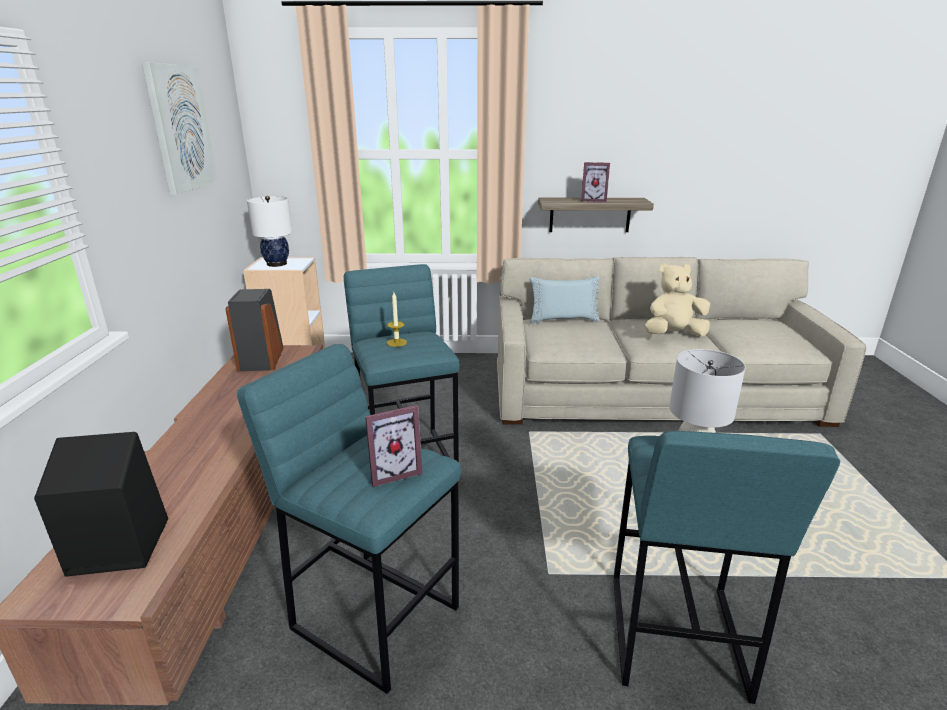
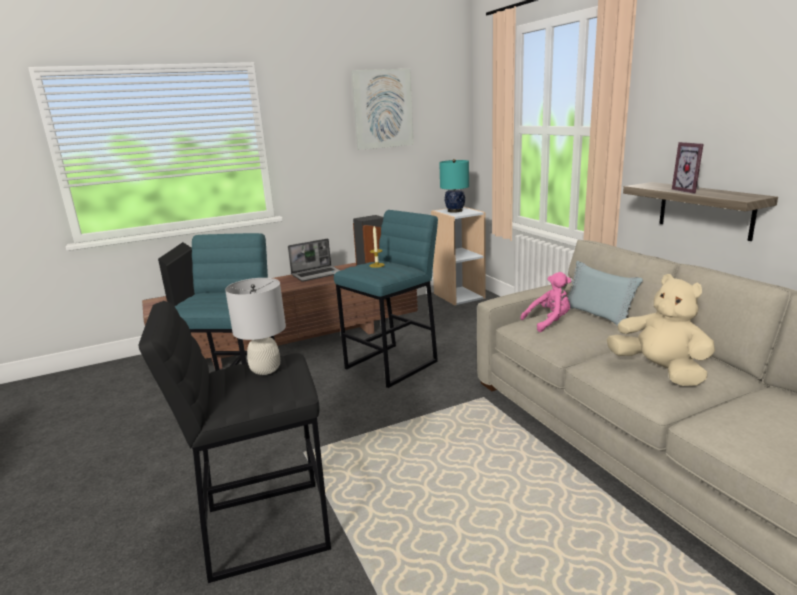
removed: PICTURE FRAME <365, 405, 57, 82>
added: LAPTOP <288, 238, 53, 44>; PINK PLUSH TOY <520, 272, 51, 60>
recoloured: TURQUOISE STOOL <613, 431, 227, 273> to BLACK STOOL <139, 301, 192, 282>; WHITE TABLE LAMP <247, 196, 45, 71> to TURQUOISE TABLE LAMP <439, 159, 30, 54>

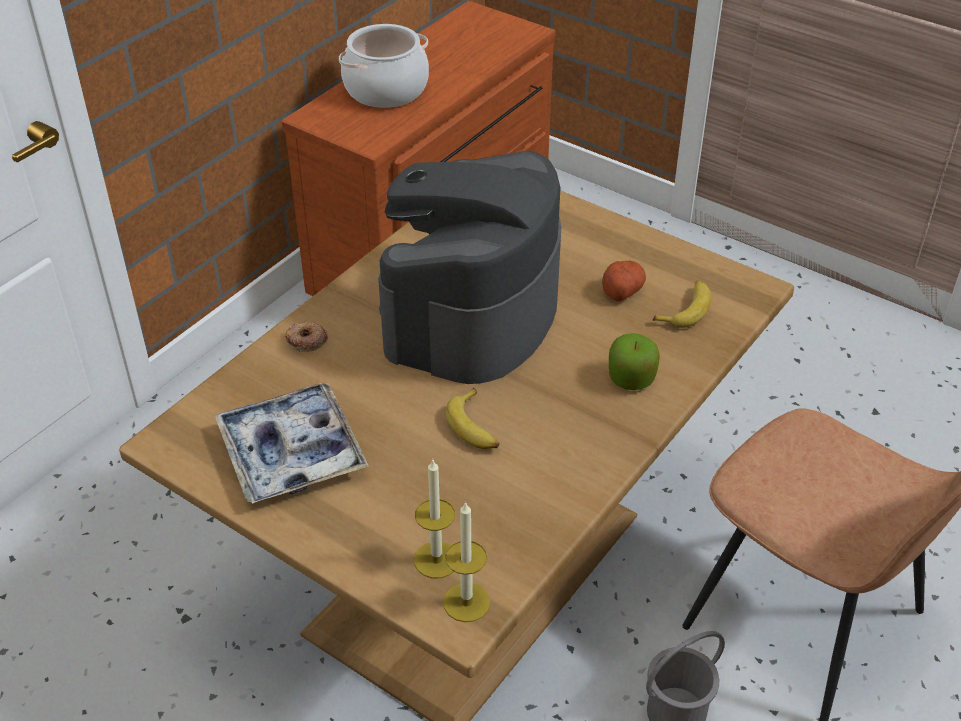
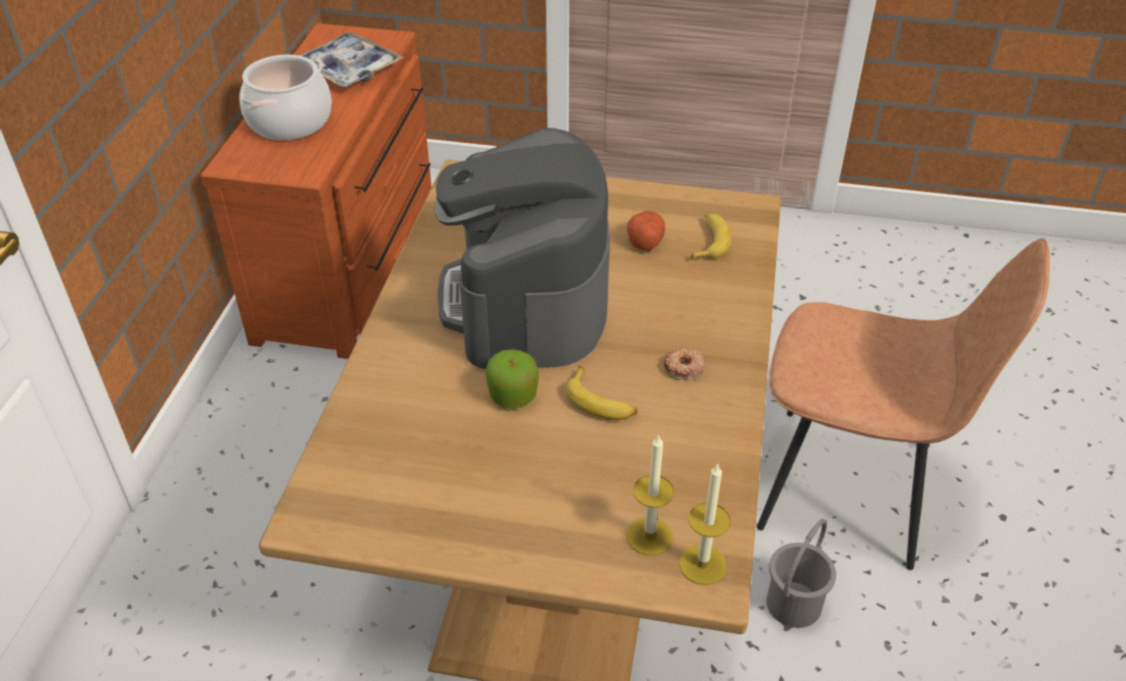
moved: TRAY <214, 383, 155, 121> to <299, 32, 105, 55>; APPLE <609, 333, 51, 57> to <486, 349, 53, 60>; DONUT <285, 321, 42, 31> to <663, 348, 43, 32>

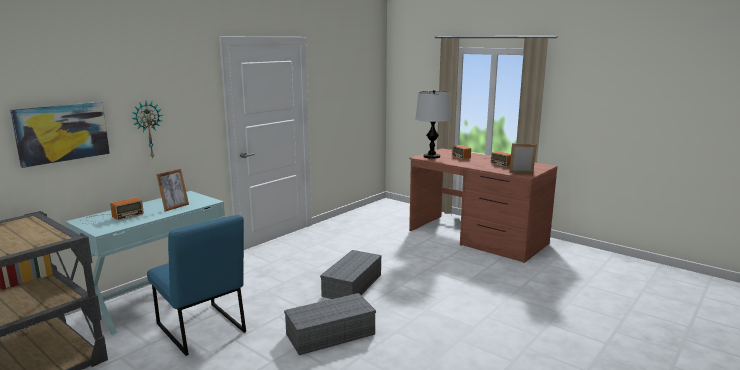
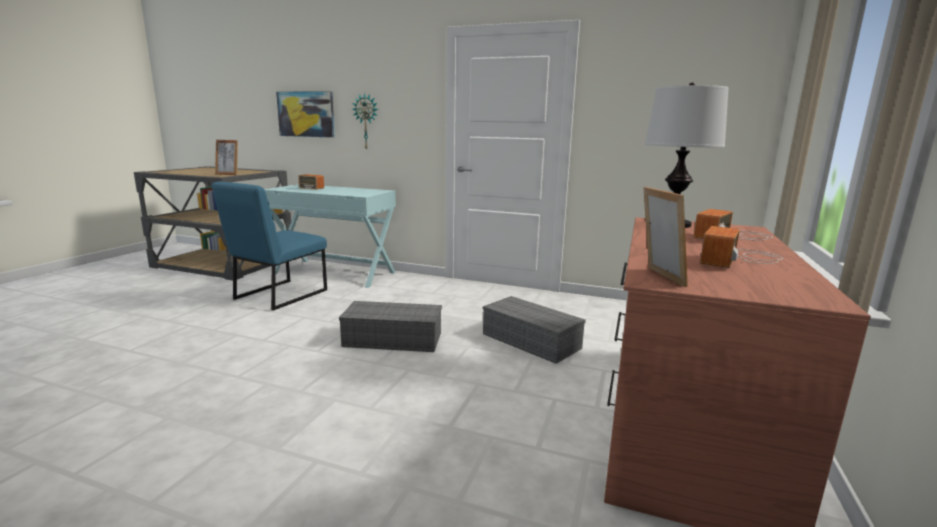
moved: PICTURE FRAME <156, 169, 33, 43> to <215, 140, 23, 35>; GREY STORAGE BOX <284, 293, 92, 62> to <483, 296, 103, 68>

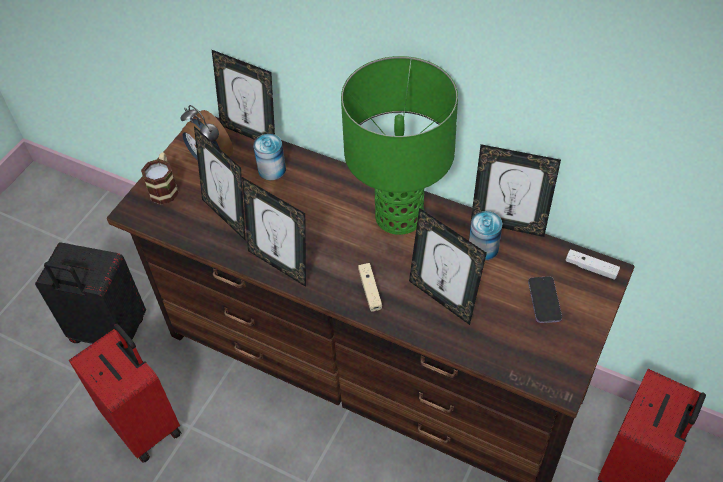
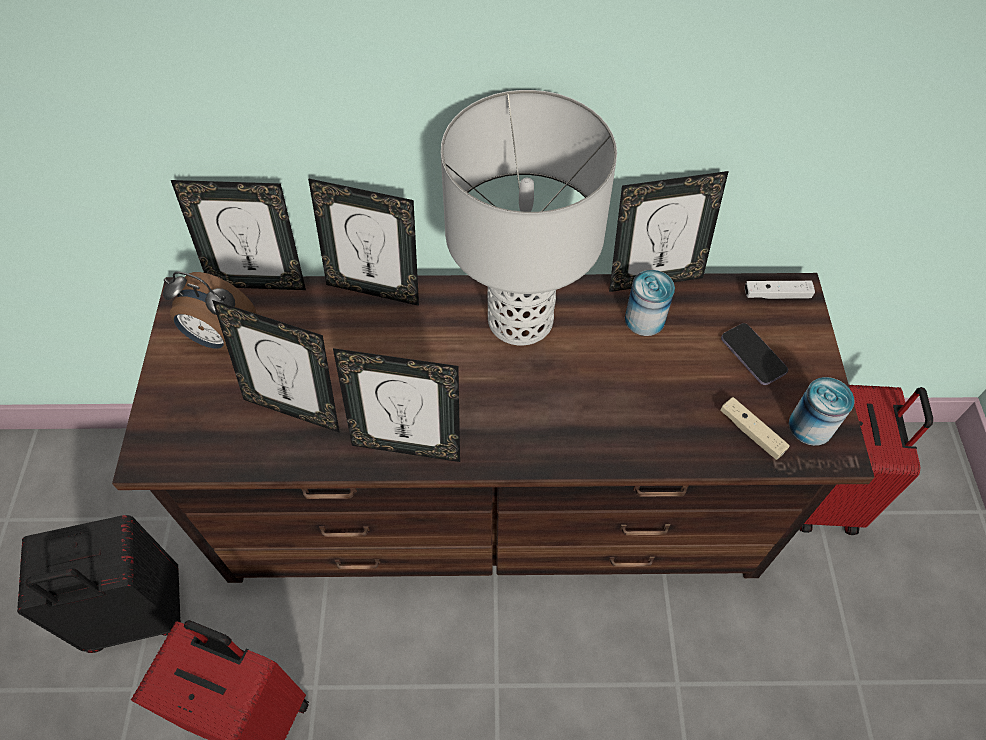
removed: MUG <141, 152, 38, 53>
moved: PICTURE FRAME <409, 208, 78, 117> to <308, 178, 111, 128>; BEIGE GAME CONTROLLER <358, 263, 24, 48> to <720, 397, 70, 63>; CAN <253, 134, 33, 46> to <789, 377, 65, 69>
recoloured: GREEN TABLE LAMP <341, 56, 117, 179> to WHITE TABLE LAMP <441, 90, 176, 255>

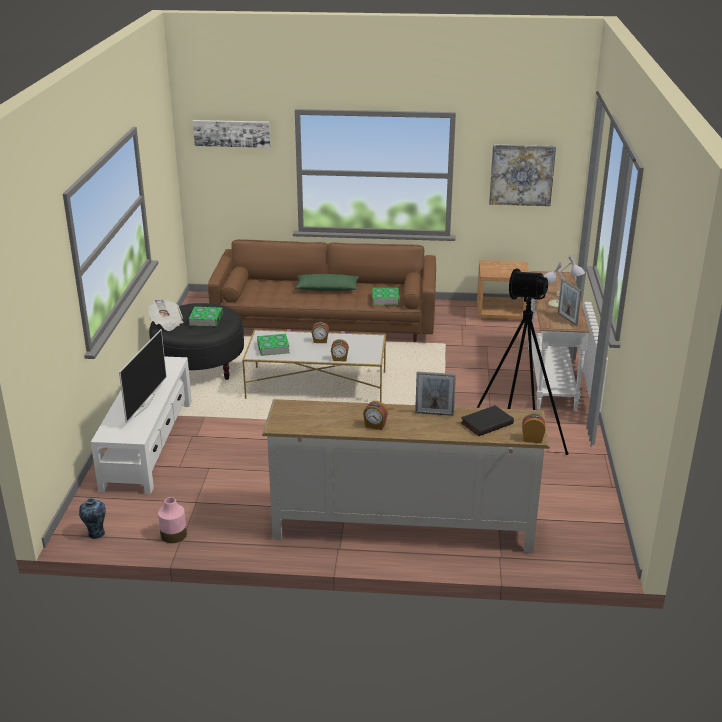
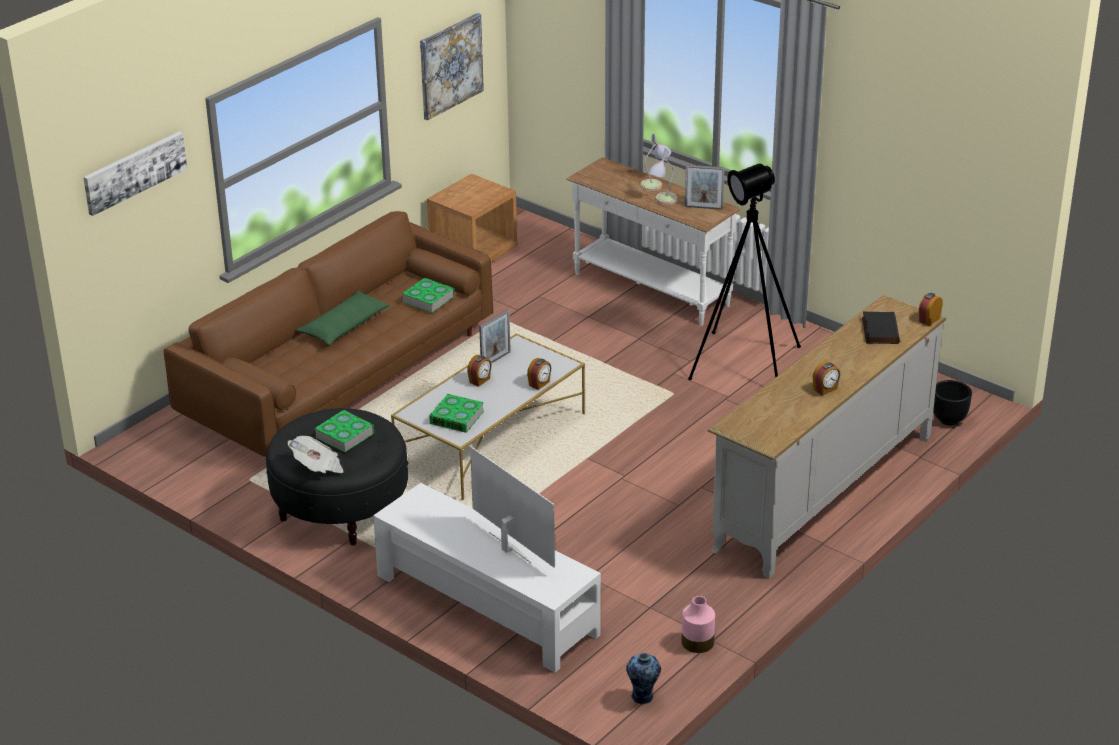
added: BLACK PLANTER <933, 380, 39, 45>
moved: PICTURE FRAME <415, 372, 41, 44> to <479, 310, 32, 53>

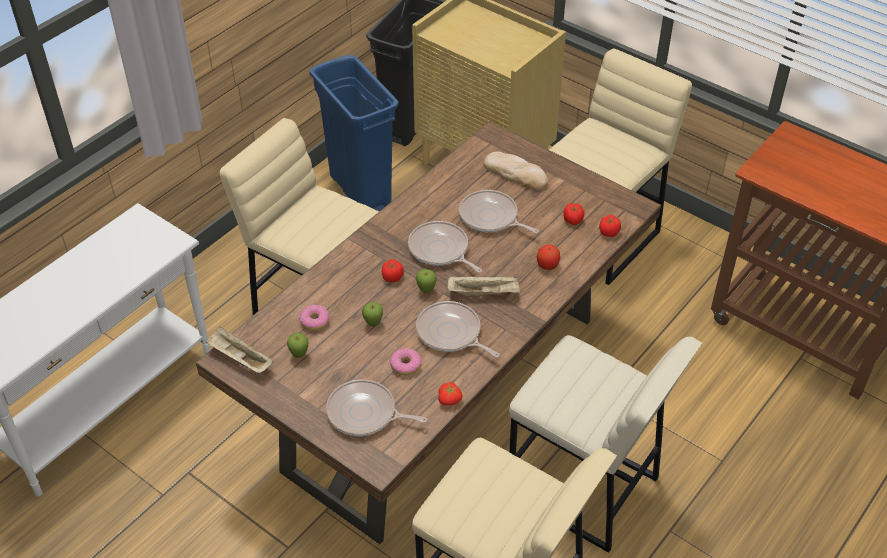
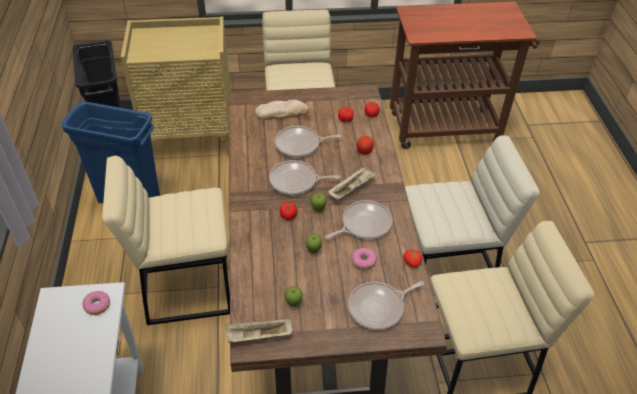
moved: DONUT <299, 305, 31, 26> to <82, 291, 28, 24>
turned: FRYING PAN <416, 301, 84, 57> = <325, 200, 68, 39> 150 degrees clockwise

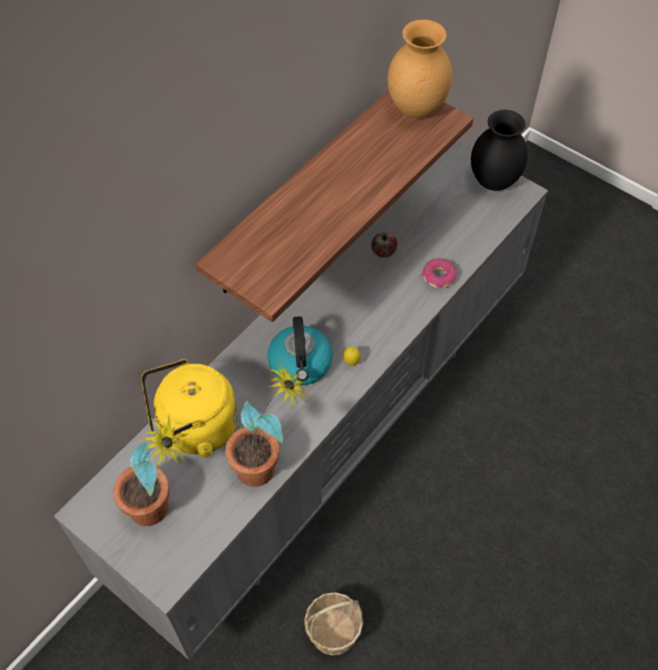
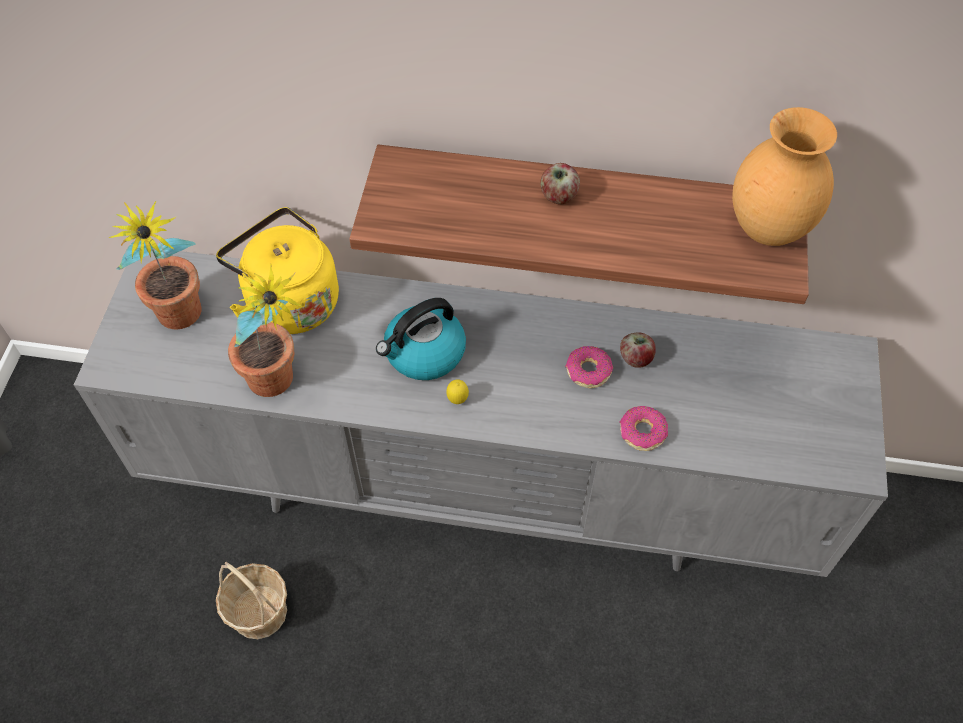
removed: BLACK VASE <471, 110, 57, 81>
added: APPLE <540, 163, 40, 41>; DONUT <565, 346, 48, 42>

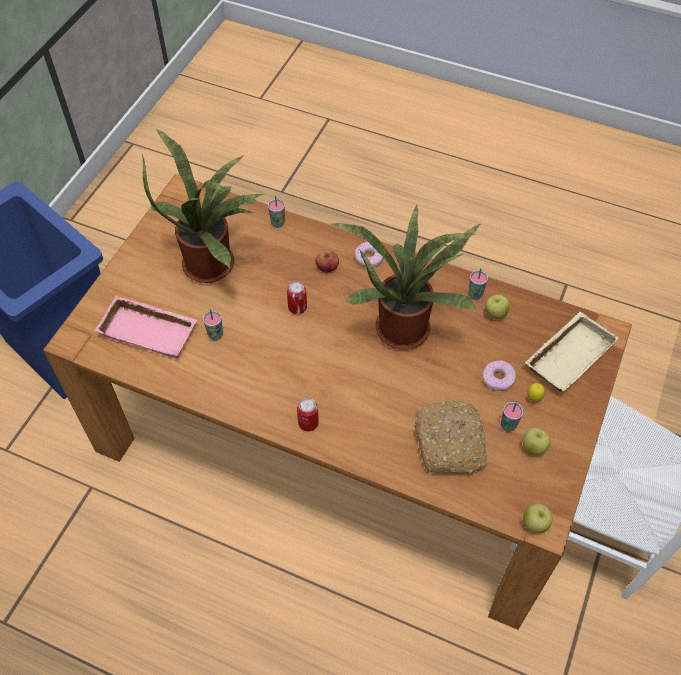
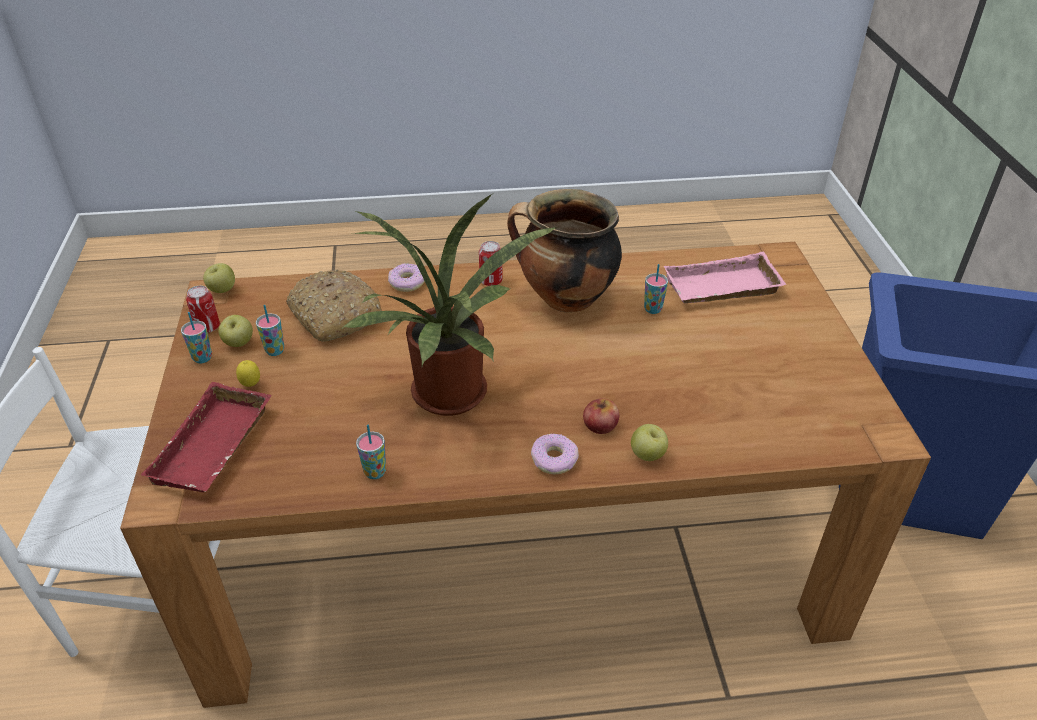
removed: POTTED PLANT <142, 128, 122, 155>
added: COOKING POT <507, 189, 115, 124>
moved: CUP <268, 195, 17, 33> to <181, 312, 31, 51>; CAN <287, 281, 20, 33> to <186, 286, 34, 47>; DONUT <483, 361, 33, 30> to <388, 263, 37, 29>; APPLE <485, 294, 25, 25> to <631, 424, 37, 37>
recoloured: BEIGE TRAY <525, 312, 94, 80> to RED TRAY <141, 382, 130, 110>

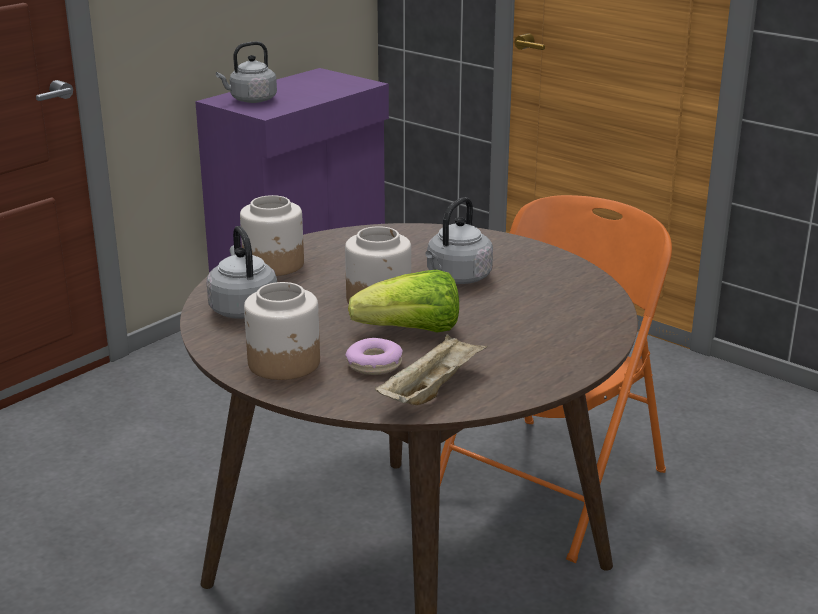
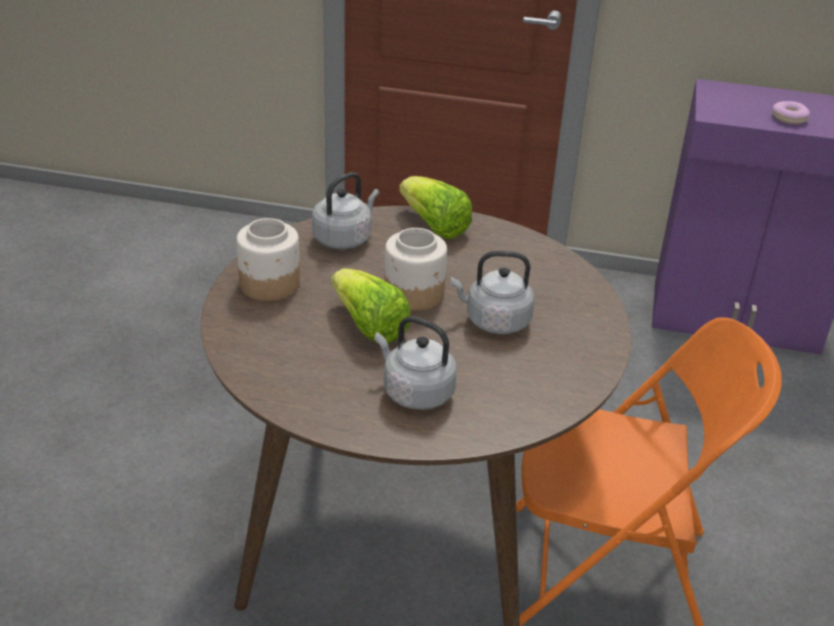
removed: BEIGE TRAY <375, 334, 112, 71>
moved: GREY KETTLE <216, 41, 61, 62> to <375, 316, 82, 94>; DONUT <345, 338, 58, 37> to <772, 101, 38, 23>
replaced: JAR <240, 195, 64, 81> to LETTUCE <399, 176, 73, 63>

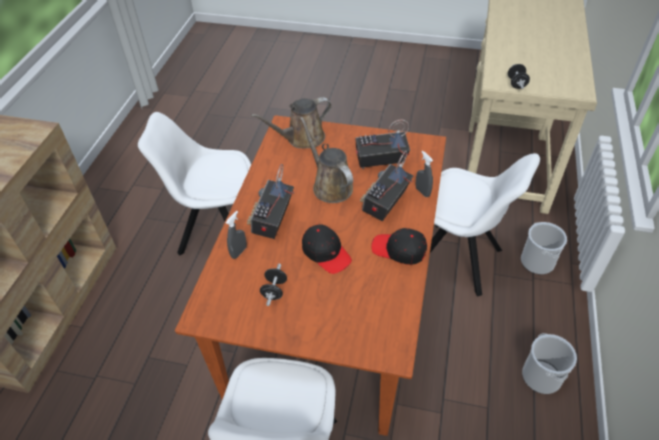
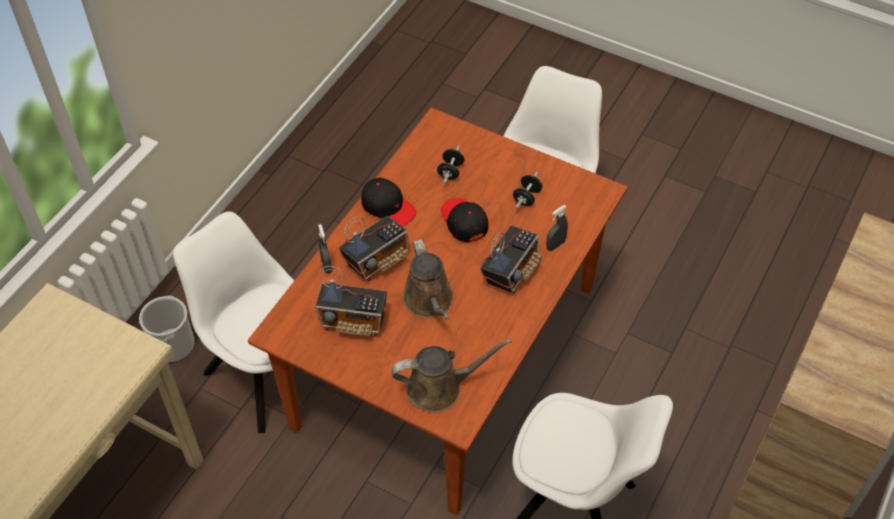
removed: BUCKET <522, 333, 55, 61>
moved: BLACK DUMBBELL <508, 64, 22, 25> to <437, 146, 28, 38>

